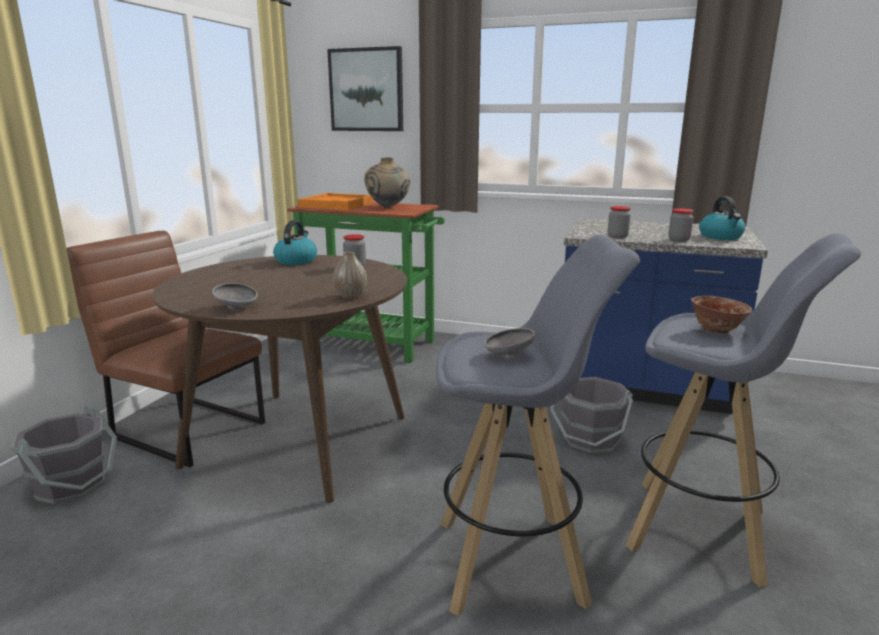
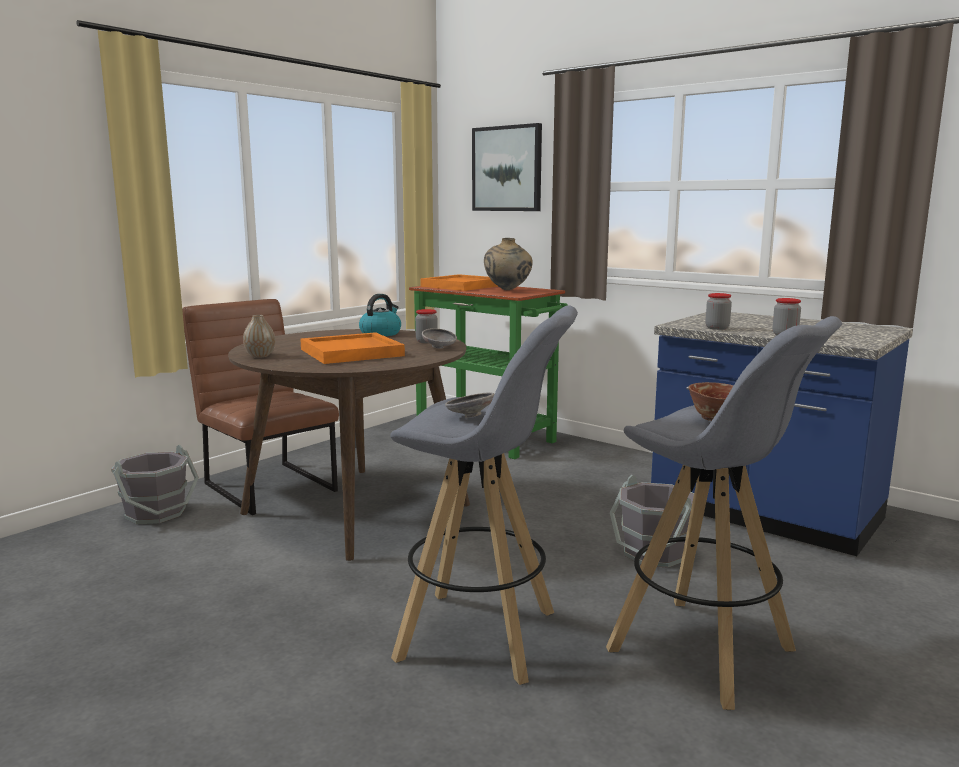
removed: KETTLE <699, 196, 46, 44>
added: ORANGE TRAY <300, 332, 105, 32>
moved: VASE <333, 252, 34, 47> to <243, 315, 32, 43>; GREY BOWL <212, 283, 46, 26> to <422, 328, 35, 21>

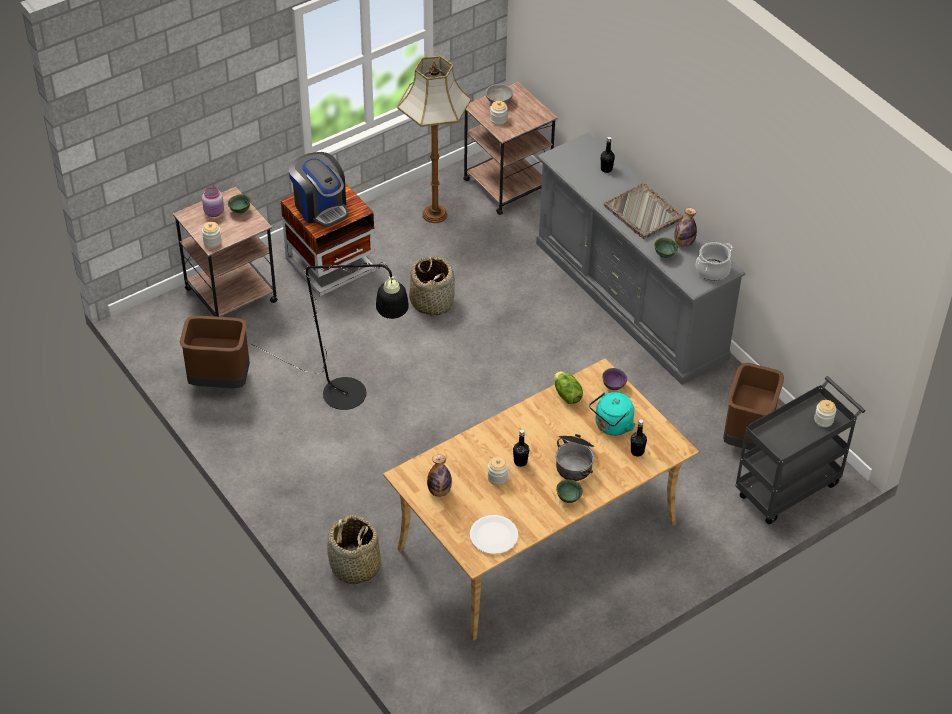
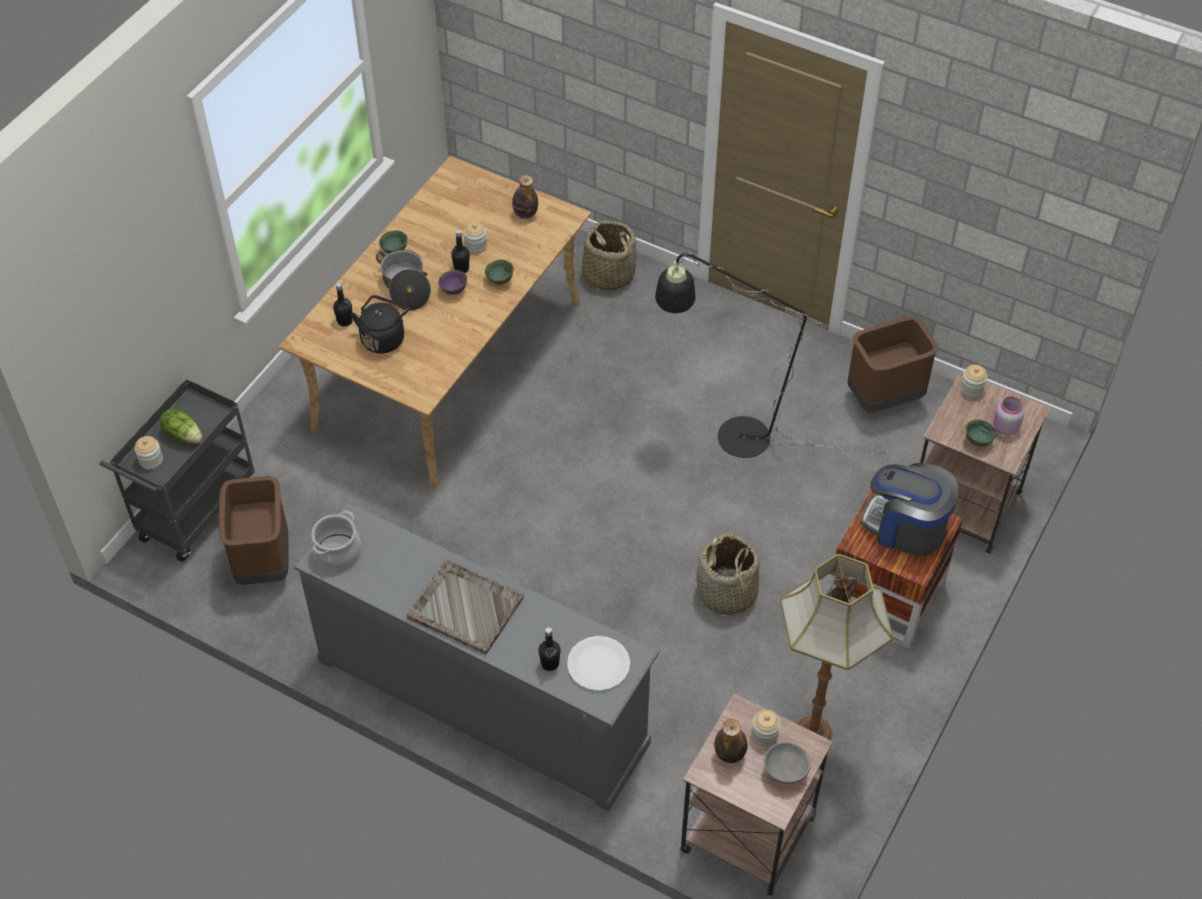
moved: LETTUCE <554, 371, 29, 33> to <160, 408, 42, 35>; PURPLE BOWL <602, 368, 25, 22> to <438, 270, 29, 25>; GREEN BOWL <655, 238, 23, 20> to <485, 260, 29, 25>; WHITE PLATE <470, 515, 48, 39> to <567, 636, 63, 55>; BOTTLE <674, 208, 23, 39> to <714, 719, 33, 44>
recoloured: TURQUOISE KETTLE <589, 392, 46, 44> to BLACK KETTLE <351, 295, 58, 58>

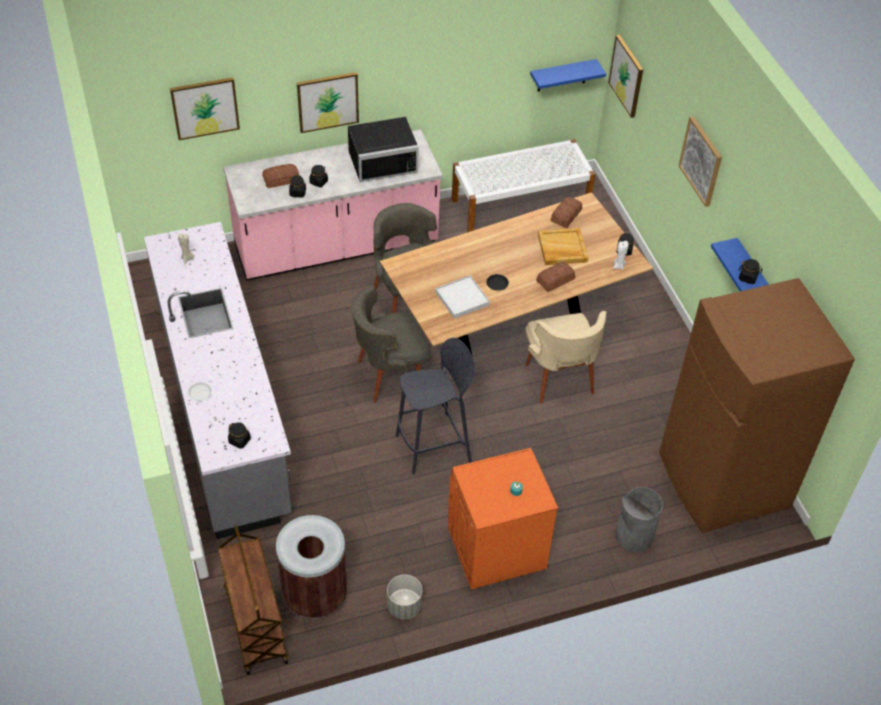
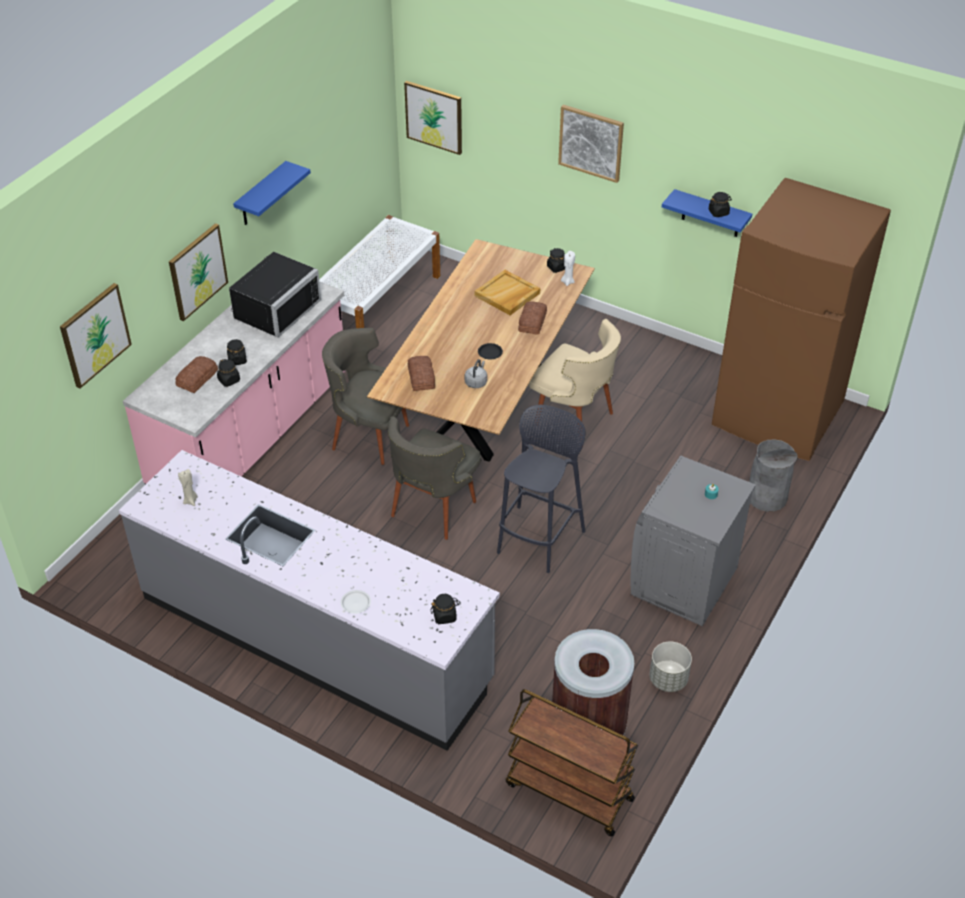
moved: BLUE SHELF <530, 59, 76, 33> to <233, 161, 78, 64>; BREAD <551, 197, 31, 31> to <408, 356, 27, 35>
replaced: WHITE TRAY <435, 275, 55, 44> to GREY KETTLE <465, 359, 22, 29>
recoloured: ORANGE WASHING MACHINE <448, 448, 110, 141> to GREY WASHING MACHINE <630, 455, 126, 171>

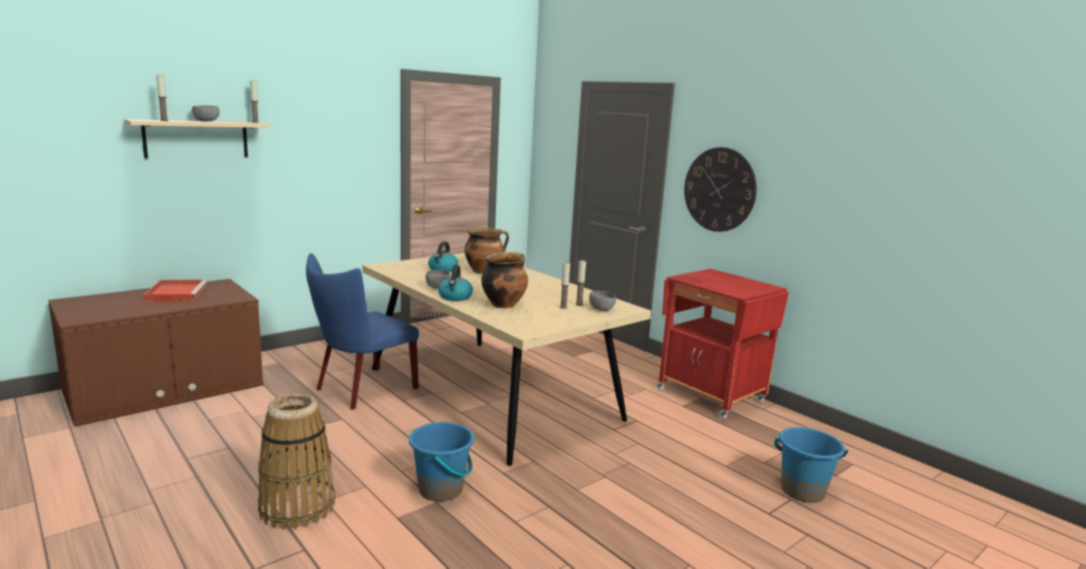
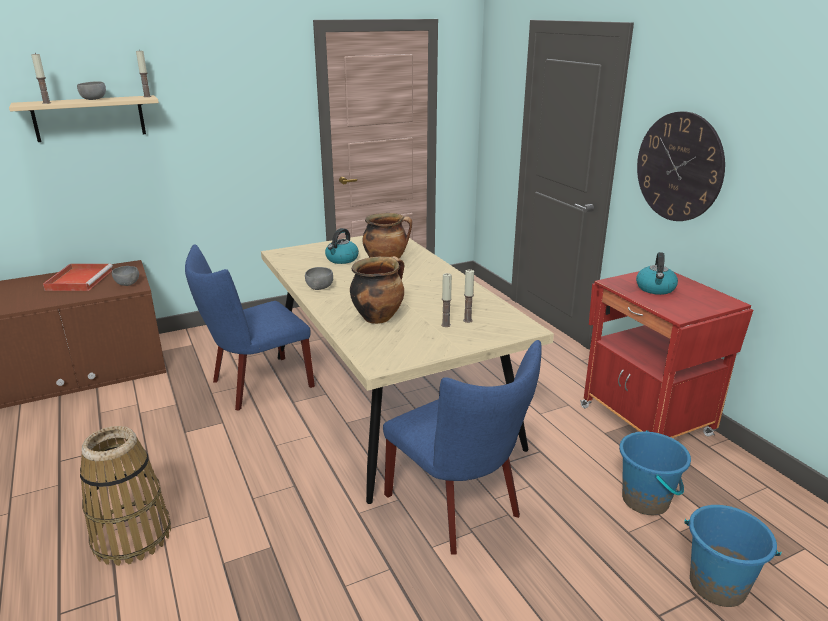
added: BLUE CHAIR <383, 340, 159, 215>
moved: GREY BOWL <589, 291, 27, 20> to <112, 266, 27, 20>; BLUE BUCKET <409, 421, 65, 81> to <619, 430, 72, 85>; KETTLE <438, 265, 35, 36> to <636, 252, 42, 43>

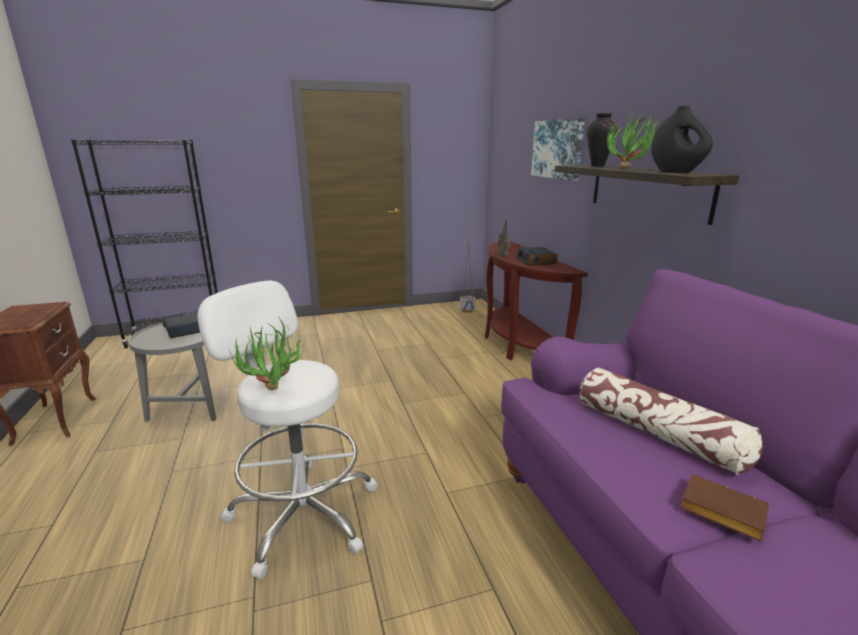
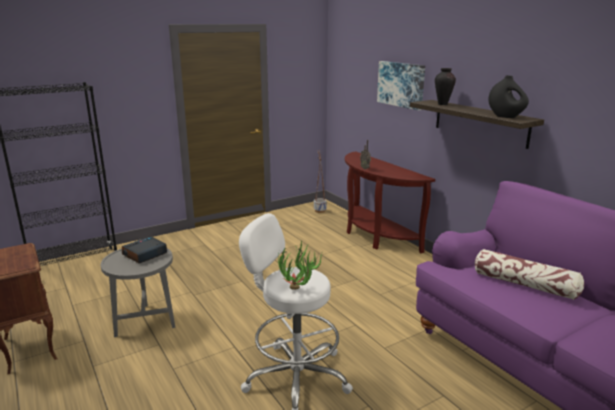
removed: ALARM CLOCK <517, 247, 41, 18>; POTTED PLANT <607, 110, 53, 59>; BROWN BOOK <680, 474, 89, 68>

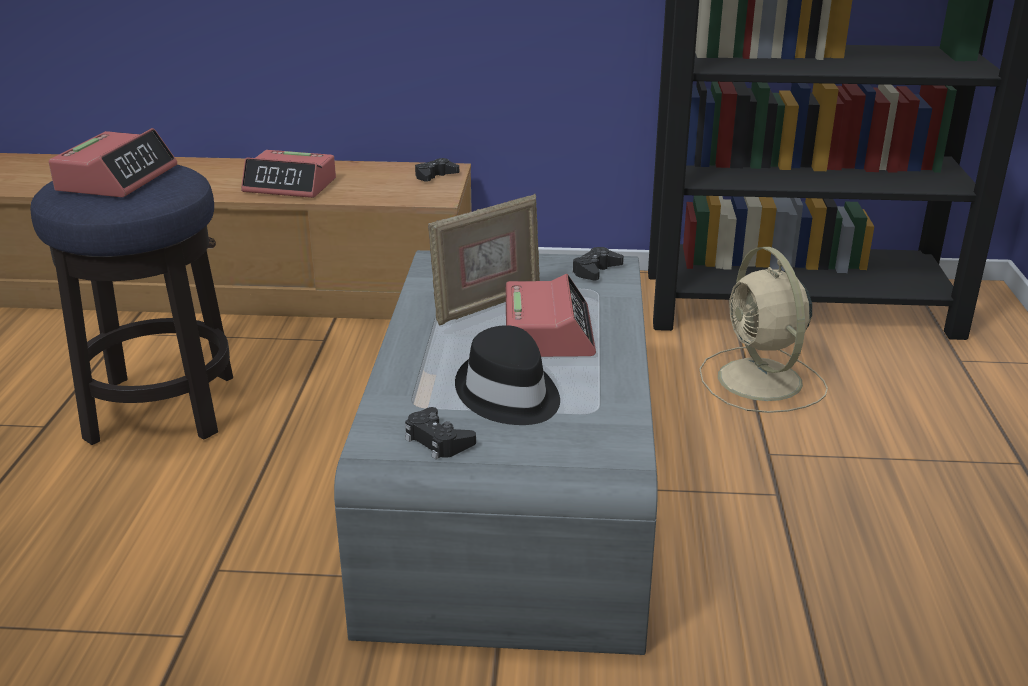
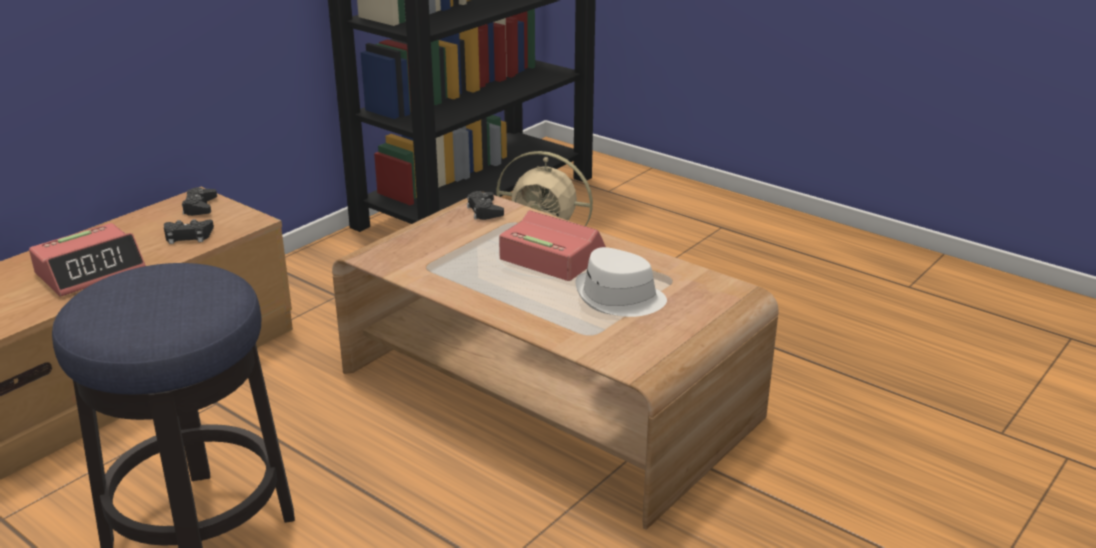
removed: ALARM CLOCK <49, 128, 128, 69>; PICTURE FRAME <428, 194, 112, 132>
moved: BLACK GAME CONTROLLER <405, 407, 71, 53> to <164, 219, 50, 25>
recoloured: GREY COFFEE TABLE <334, 250, 324, 405> to BROWN COFFEE TABLE <332, 195, 446, 334>; BLACK HAT <455, 325, 105, 100> to WHITE HAT <575, 247, 92, 70>

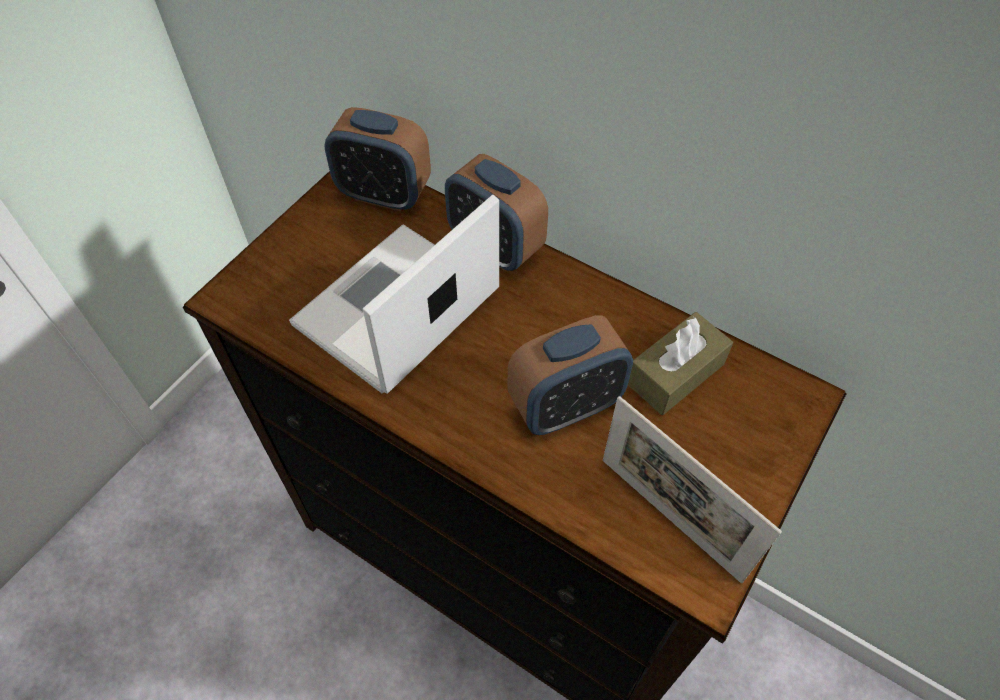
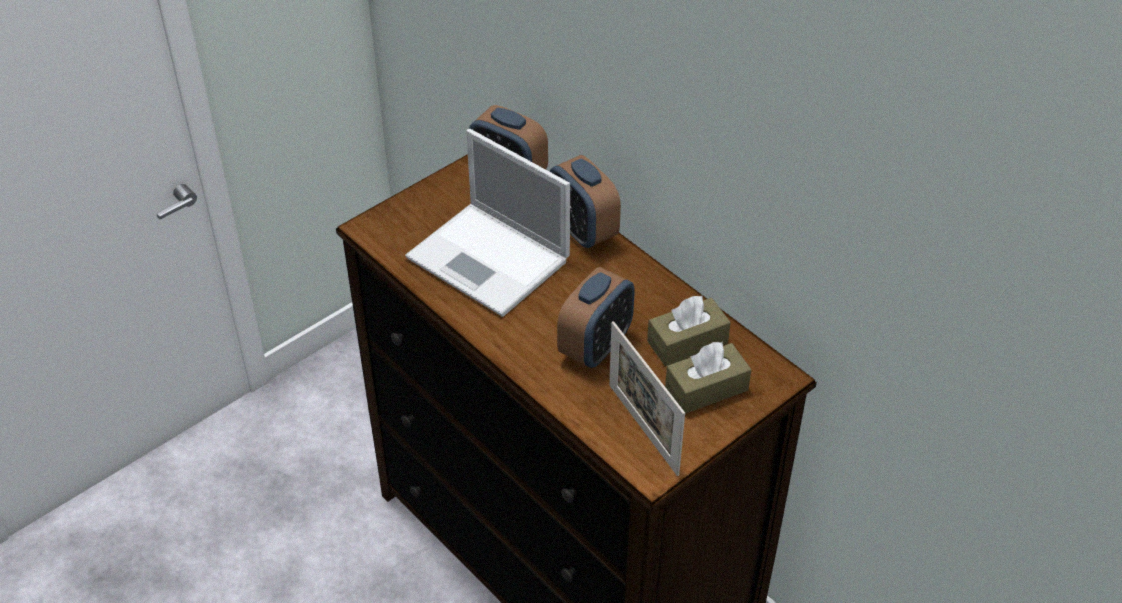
added: BROWN TISSUE BOX <665, 341, 86, 73>
turned: LAPTOP <289, 195, 210, 199> = <405, 129, 165, 188> 105 degrees counterclockwise; ALARM CLOCK <507, 315, 126, 120> = <557, 267, 78, 101> 45 degrees counterclockwise

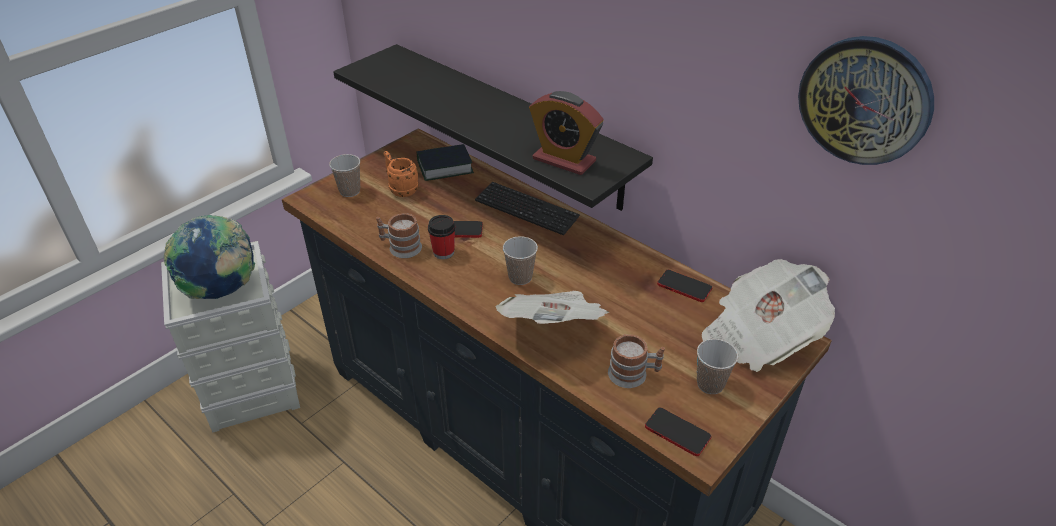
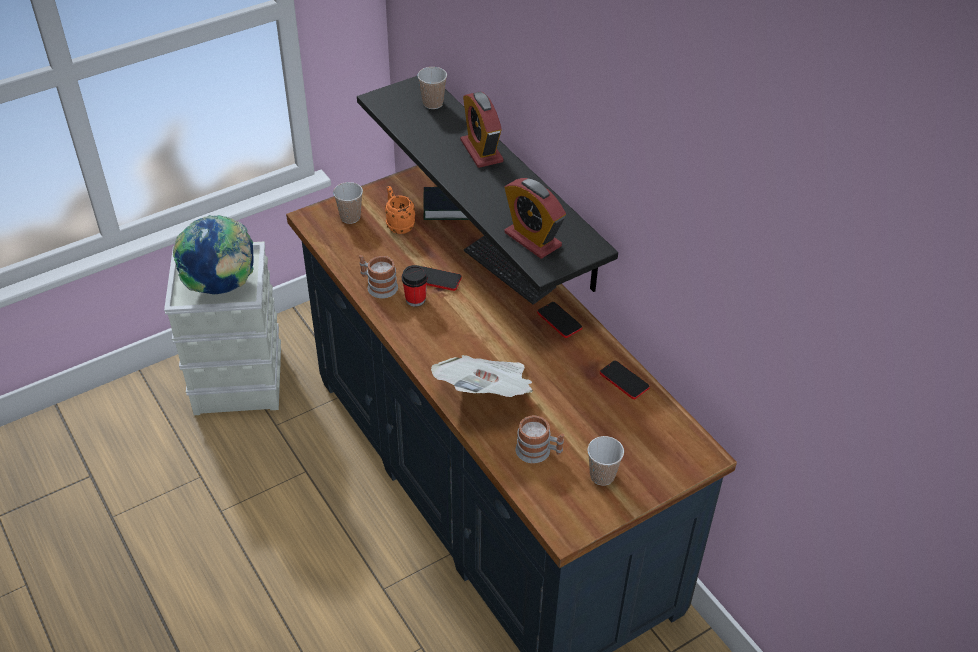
removed: NEWSPAPER <702, 259, 133, 113>; WALL CLOCK <798, 36, 136, 129>
added: ALARM CLOCK <461, 92, 43, 76>
moved: CUP <503, 236, 35, 49> to <417, 67, 30, 42>; PHONE <645, 407, 66, 49> to <537, 302, 45, 36>

